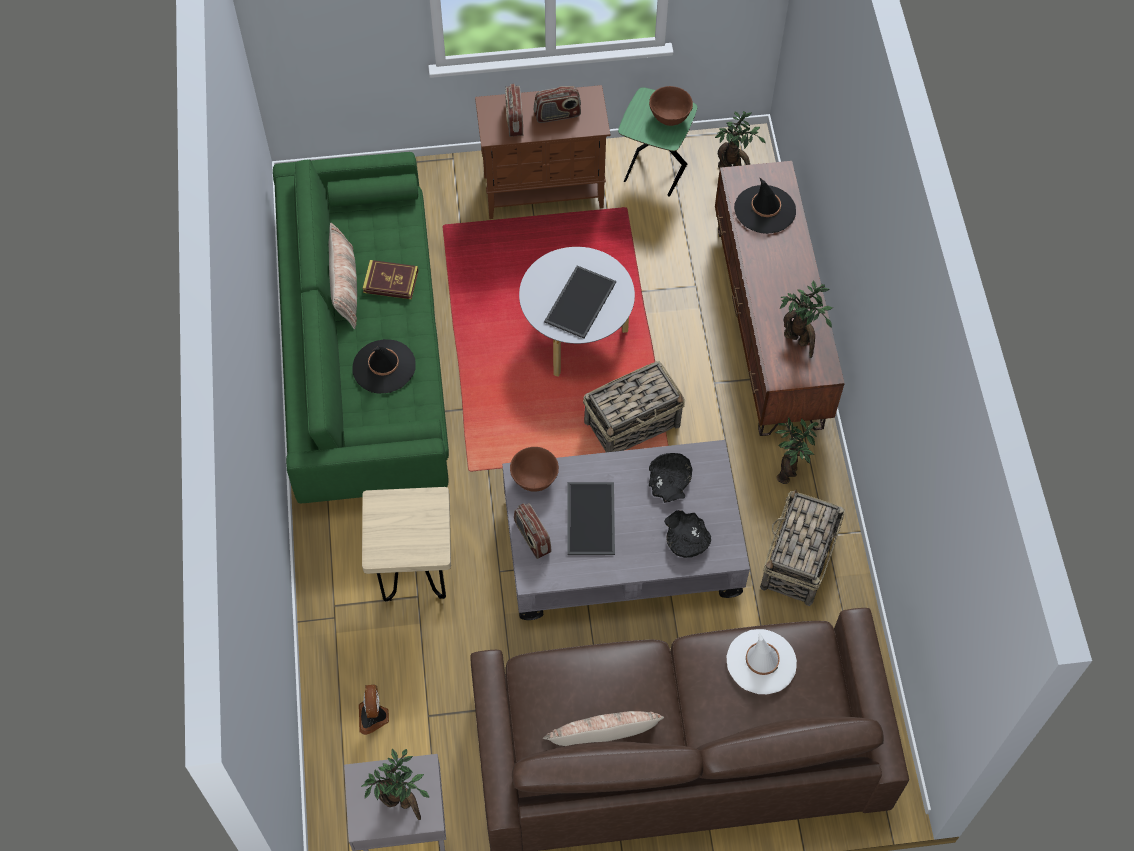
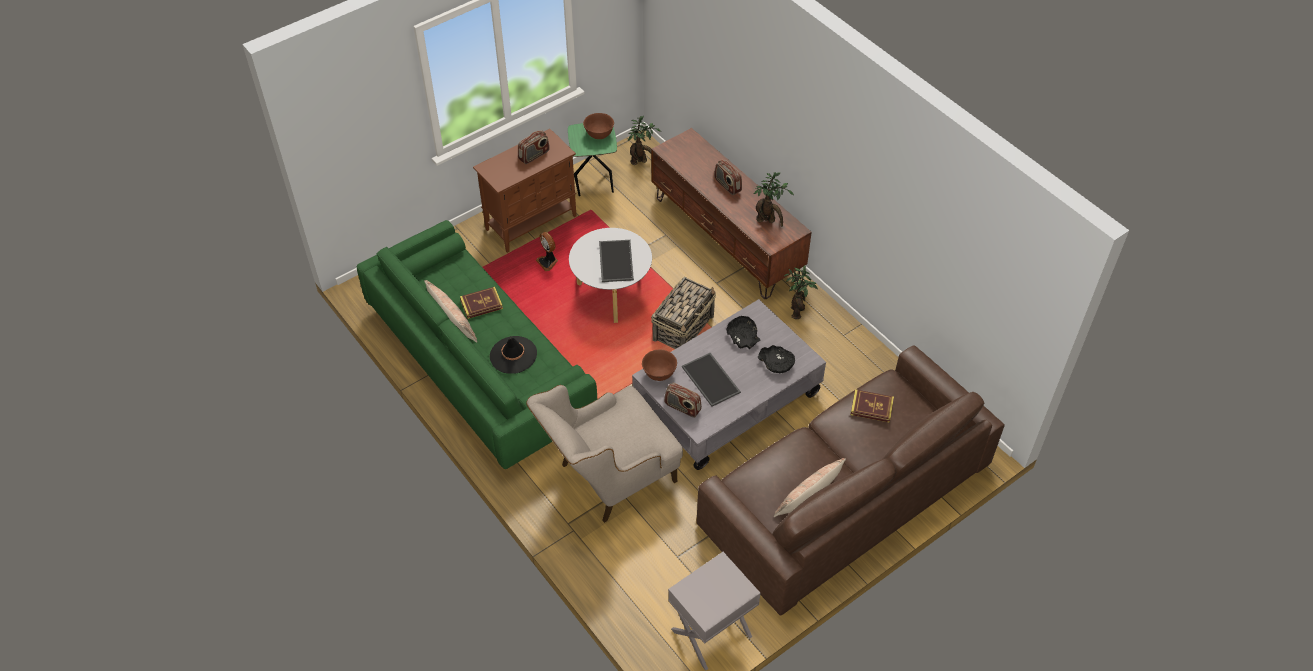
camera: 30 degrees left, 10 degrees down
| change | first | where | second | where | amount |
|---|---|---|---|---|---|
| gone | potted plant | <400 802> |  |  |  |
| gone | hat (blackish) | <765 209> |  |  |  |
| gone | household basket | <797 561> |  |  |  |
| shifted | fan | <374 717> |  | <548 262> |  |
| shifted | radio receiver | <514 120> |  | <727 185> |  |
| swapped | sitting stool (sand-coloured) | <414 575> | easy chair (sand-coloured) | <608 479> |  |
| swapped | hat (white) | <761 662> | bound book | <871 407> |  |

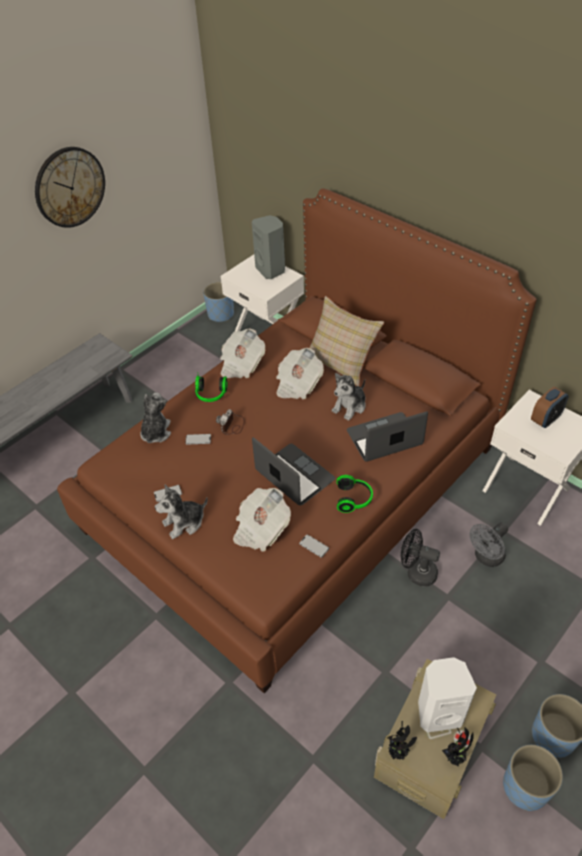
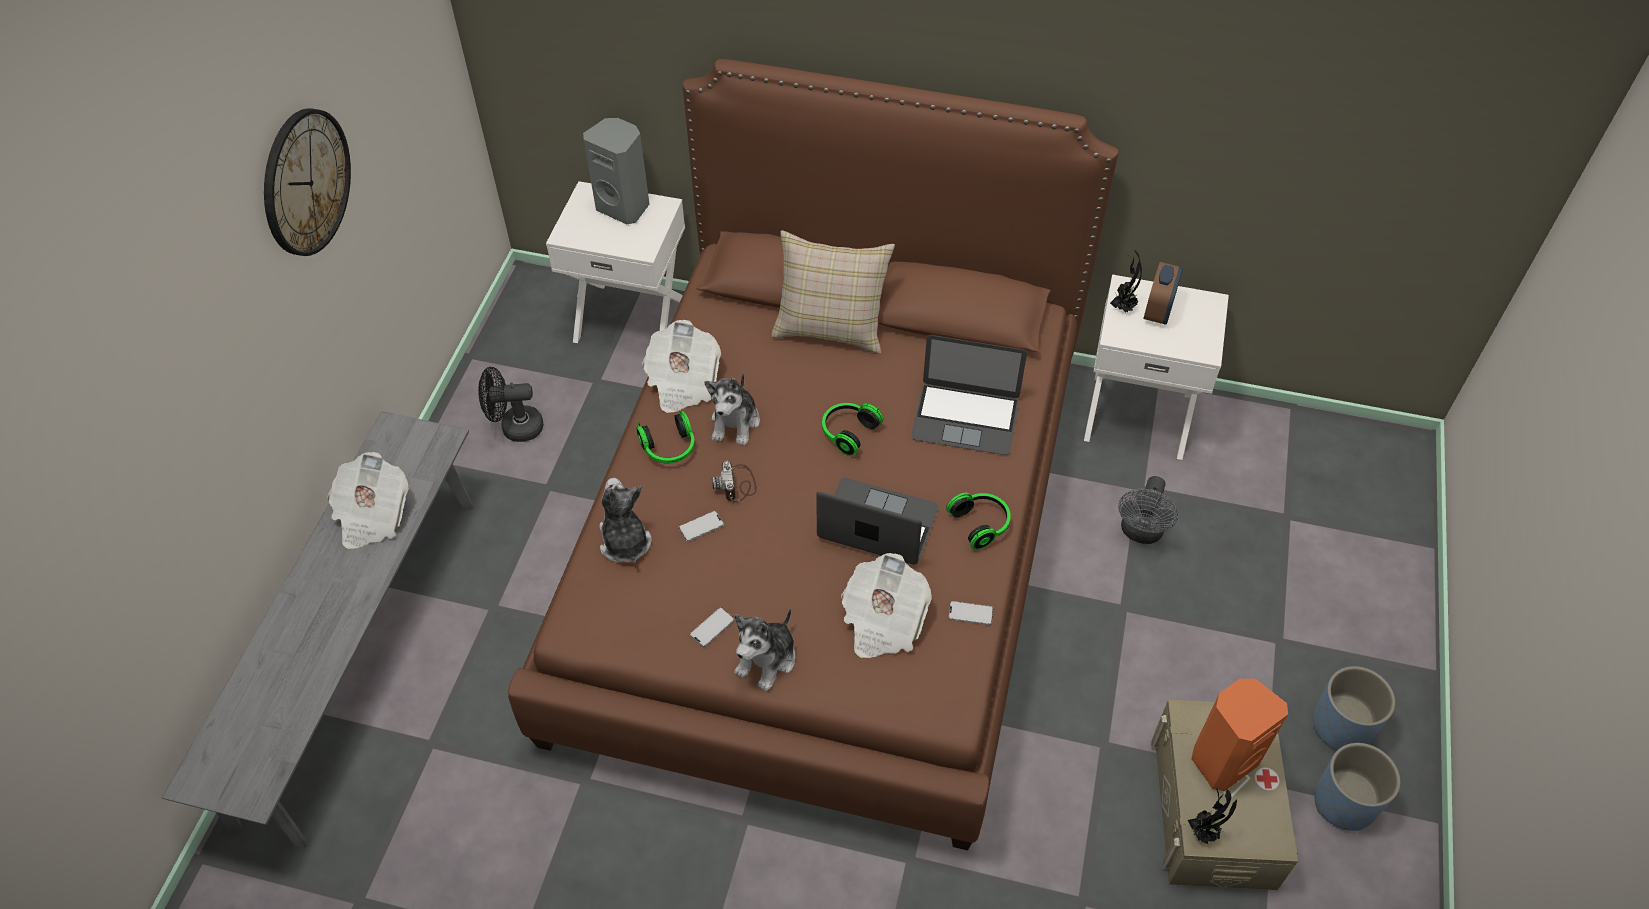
camera: 30 degrees left, 5 degrees up
| change | first | where | second | where | amount |
|---|---|---|---|---|---|
| gone | planter (blue) | <221 314> |  |  |  |
| new |  |  | headphones | <848 432> |  |
| shifted | printed paper | <297 384> |  | <372 515> |  |
| shifted | cuddly toy | <350 406> |  | <735 422> |  |
| shifted | fan (blackish) | <416 572> |  | <515 427> |  |
| shifted | potted plant | <455 756> |  | <1123 307> |  |
| repainted | speaker (white) | <439 712> | speaker (orange) | <1222 759> |  |
| rotated | laptop | <384 438> |  | <965 418> | 120 degrees counterclockwise |

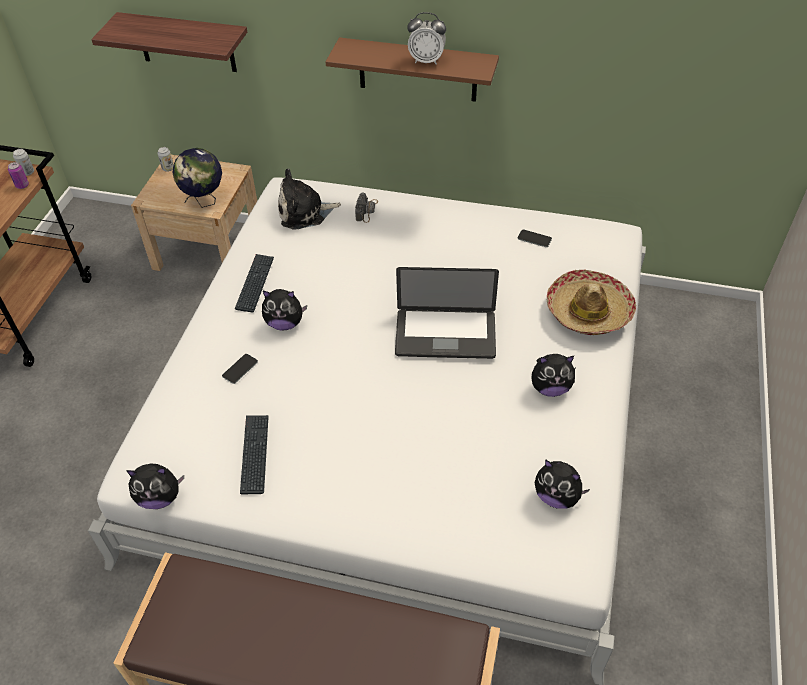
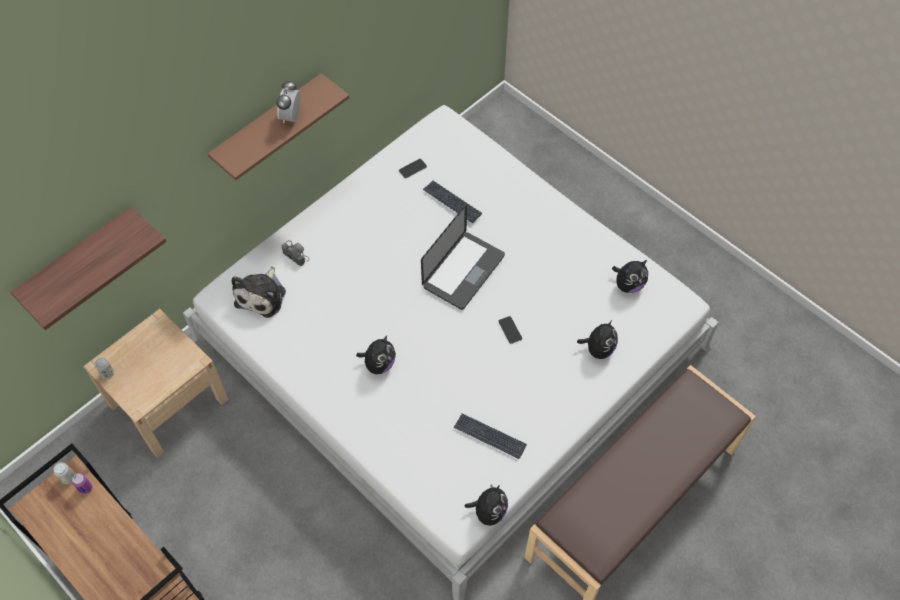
camera: 60 degrees left, 10 degrees up
| change | first | where | second | where | amount |
|---|---|---|---|---|---|
| gone | world globe | <204 202> |  |  |  |
| gone | hat | <588 311> |  |  |  |
| shifted | telephone | <240 369> |  | <510 330> |  |
| shifted | computer keyboard | <255 283> |  | <452 202> |  |
| shifted | cuddly toy | <550 388> |  | <598 349> |  |
| rotated | bedside clock | <426 60> |  | <291 117> | 150 degrees clockwise |

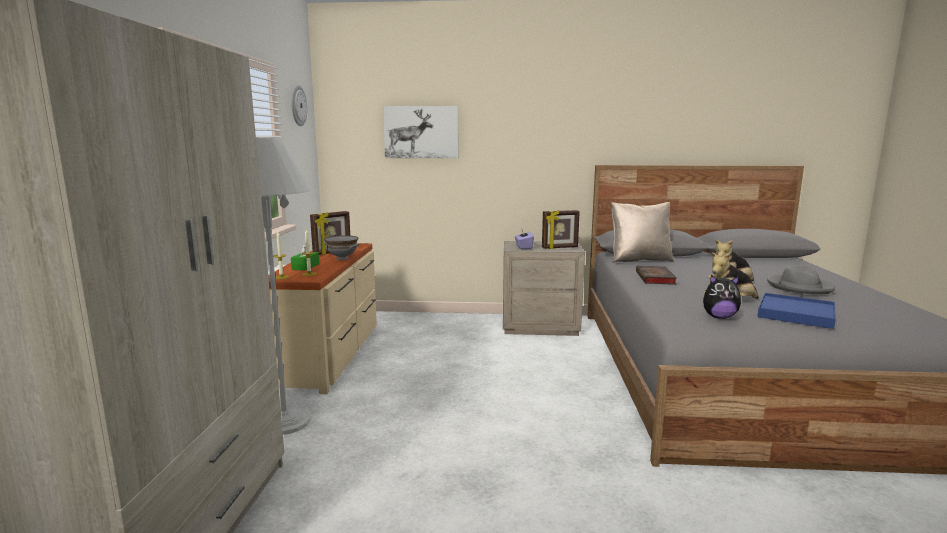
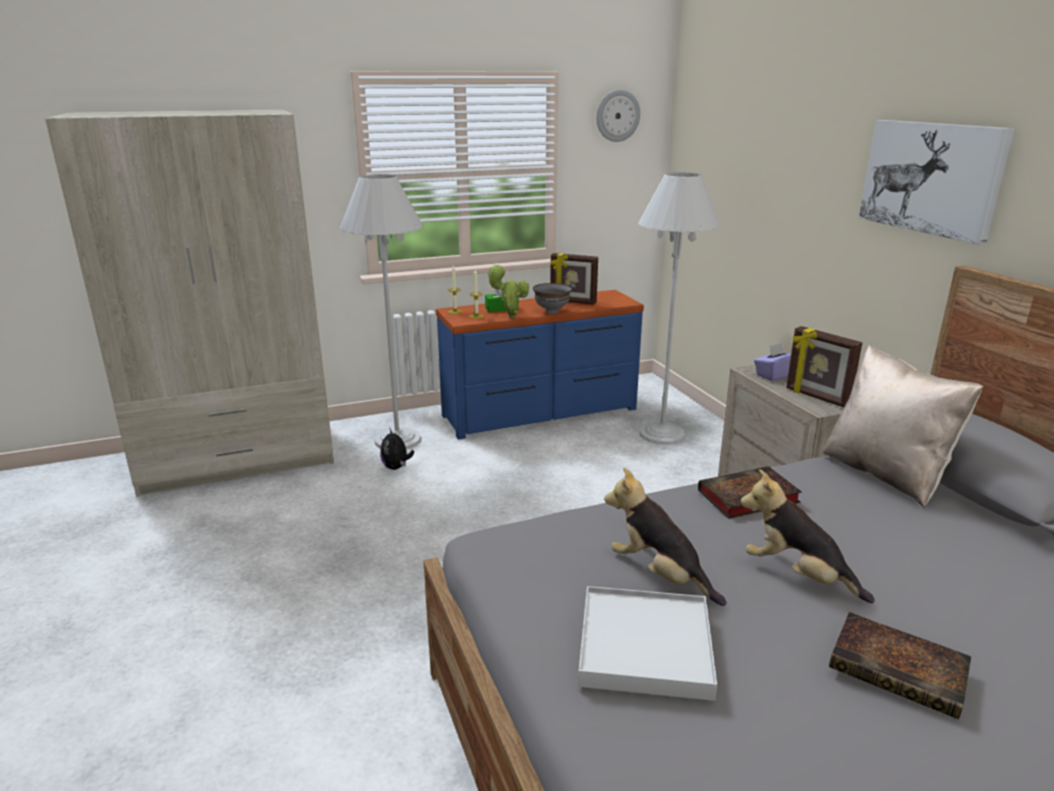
camera: 65 degrees right, 10 degrees up
| change | first | where | second | where | amount |
|---|---|---|---|---|---|
| new |  |  | potted plant | <509 316> |  |
| new |  |  | standing lamp (white) | <661 434> |  |
| shifted | wall picture | <421 132> |  | <931 178> |  |
| shifted | cuddly toy | <719 317> |  | <396 467> |  |
| swapped | hat (gray) | <799 287> | bound book | <901 670> |  |
| repainted | dresser (sand-coloured) | <331 355> | dresser (blue) | <540 413> |  |
| repainted | carrying tray (blue) | <795 314> | carrying tray (white) | <644 646> |  |

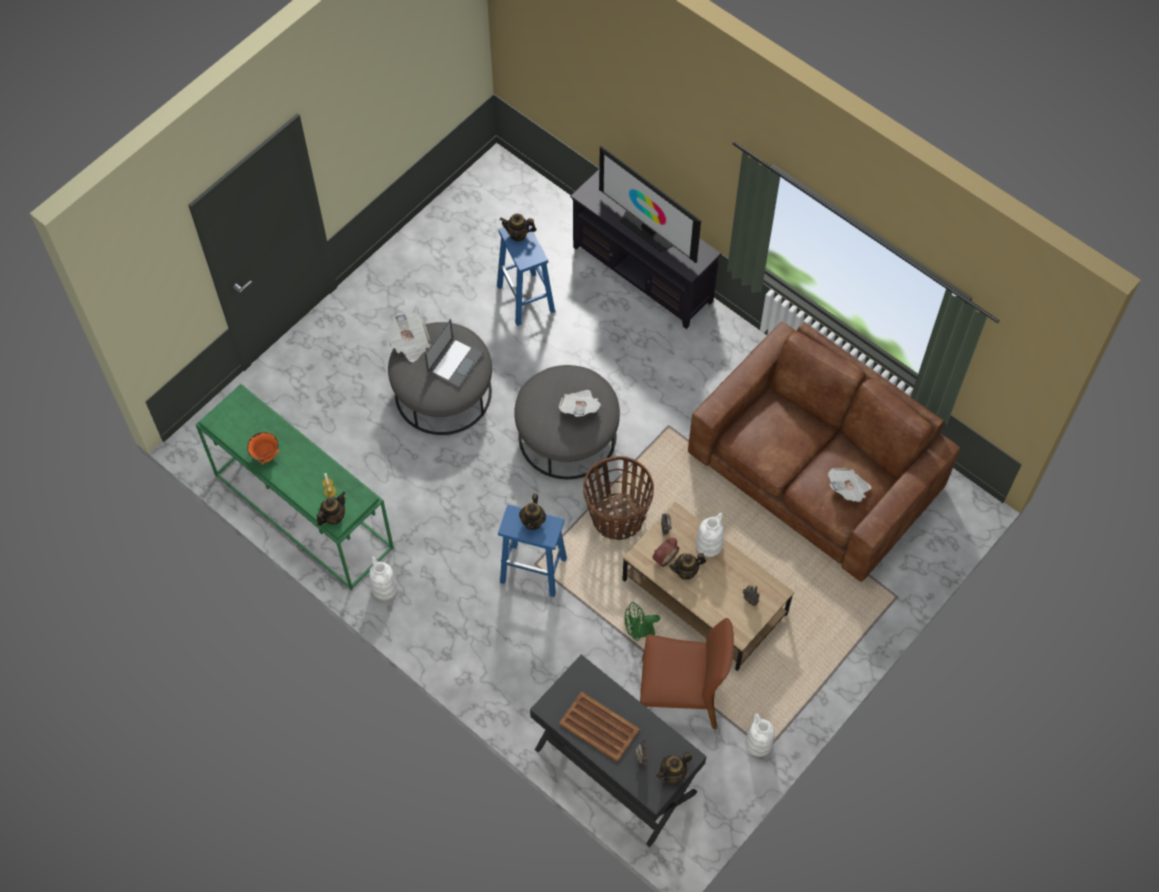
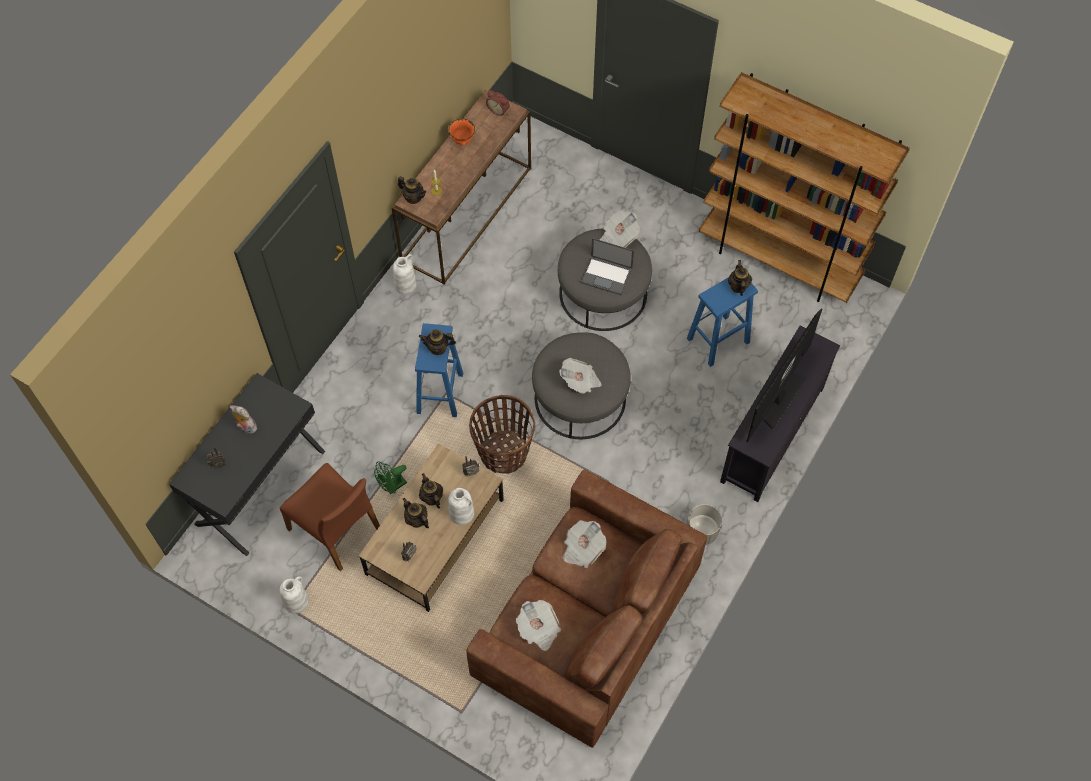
camera: 80 degrees right, 0 degrees up
| change | first | where | second | where | amount |
|---|---|---|---|---|---|
| new |  |  | printed paper | <582 549> |  |
| new |  |  | planter (gray) | <702 532> |  |
| new |  |  | shelving unit (brown) | <779 261> |  |
| shifted | bedside clock | <664 557> |  | <499 110> |  |
| shifted | teapot | <673 773> |  | <416 520> |  |
| swapped | carrying tray (brown) | <598 726> | cuddly toy | <245 427> |  |
| repainted | console table (green-coloured) | <301 511> | console table (brown) | <466 213> |  |
| rotated | fan (green-coloured) | <638 632> |  | <392 486> | 105 degrees counterclockwise |
| rotated | chair (brown) | <680 694> |  | <336 529> | 45 degrees counterclockwise |

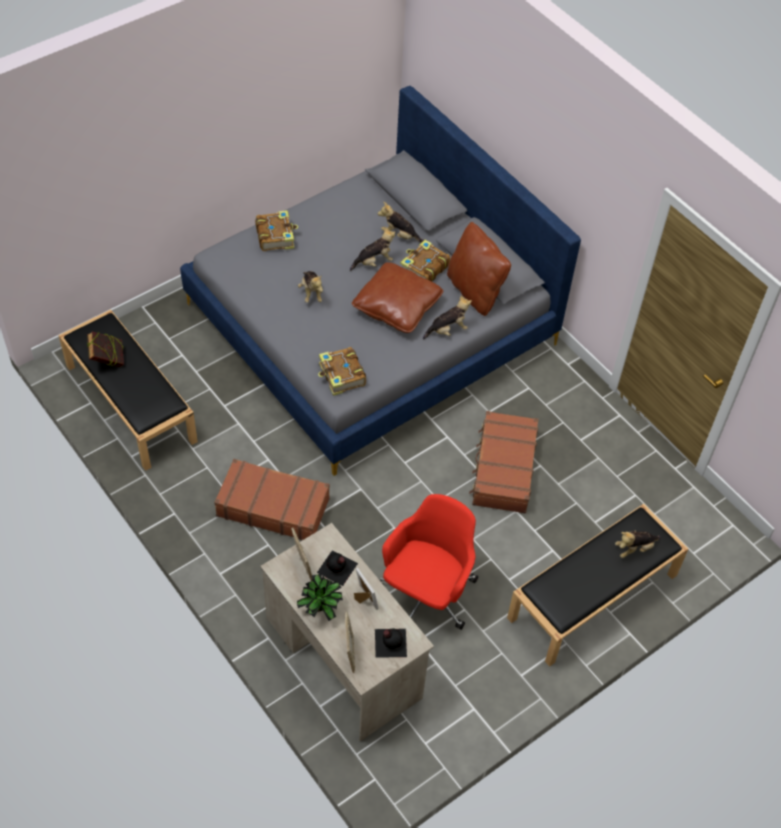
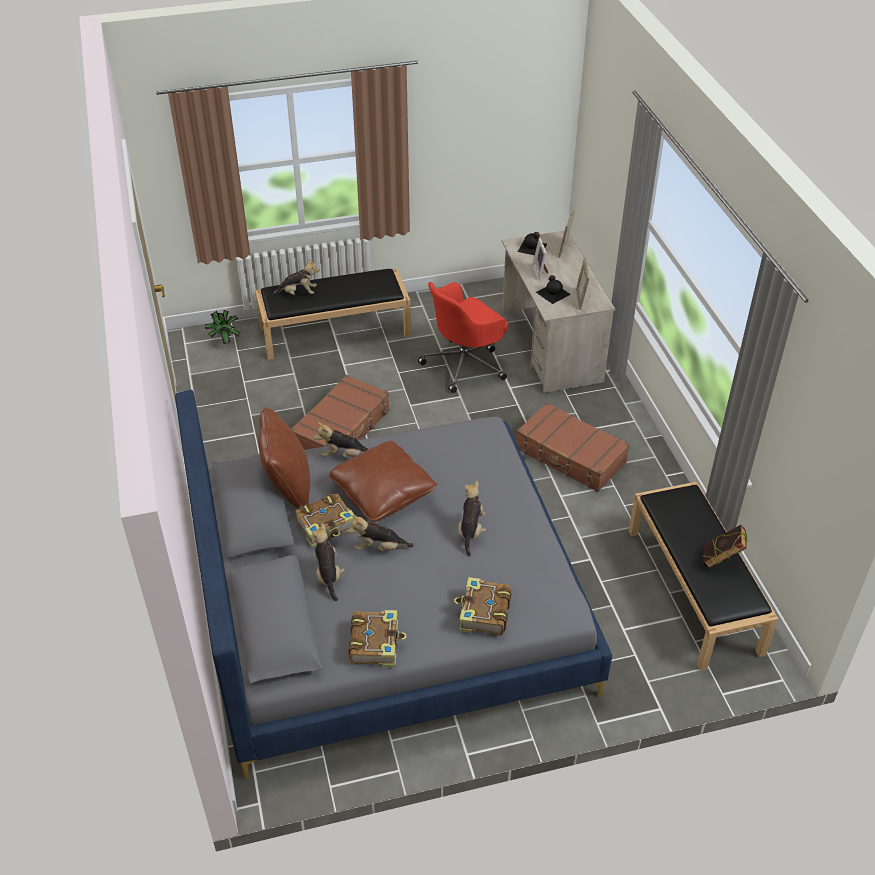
camera: 155 degrees left, 10 degrees down
| change | first | where | second | where | amount |
|---|---|---|---|---|---|
| shifted | potted plant | <321 609> |  | <224 342> |  |
| shifted | bound book | <341 376> |  | <375 643> |  |
| rotated | cuddly toy | <400 235> |  | <328 575> | 150 degrees counterclockwise |

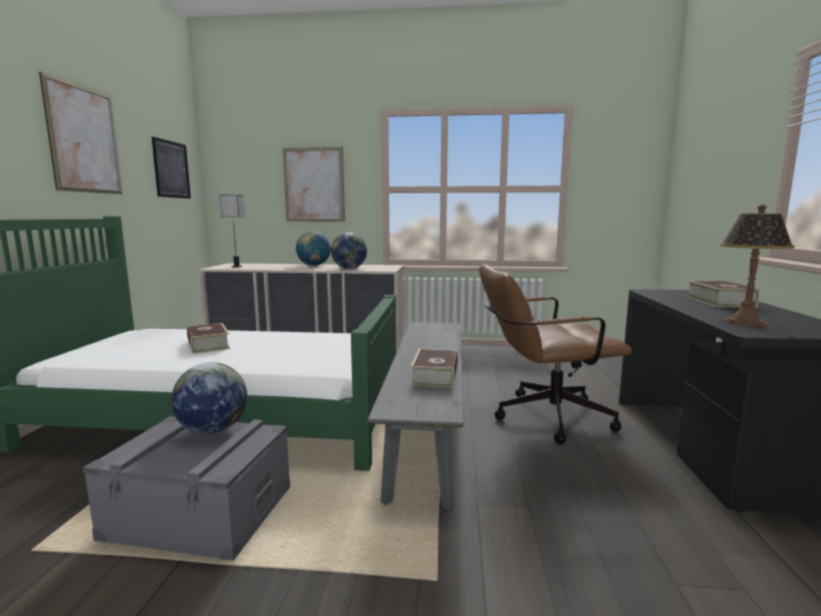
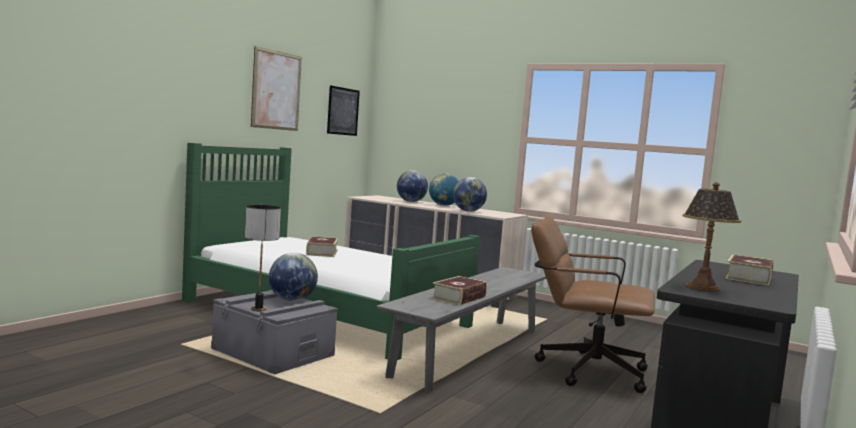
camera: 25 degrees right, 5 degrees down
| change | first | where | second | where | amount |
|---|---|---|---|---|---|
| gone | wall picture | <314 184> |  |  |  |
| new |  |  | world globe | <411 201> |  |
| shifted | tabletop lamp | <236 267> |  | <258 309> |  |

